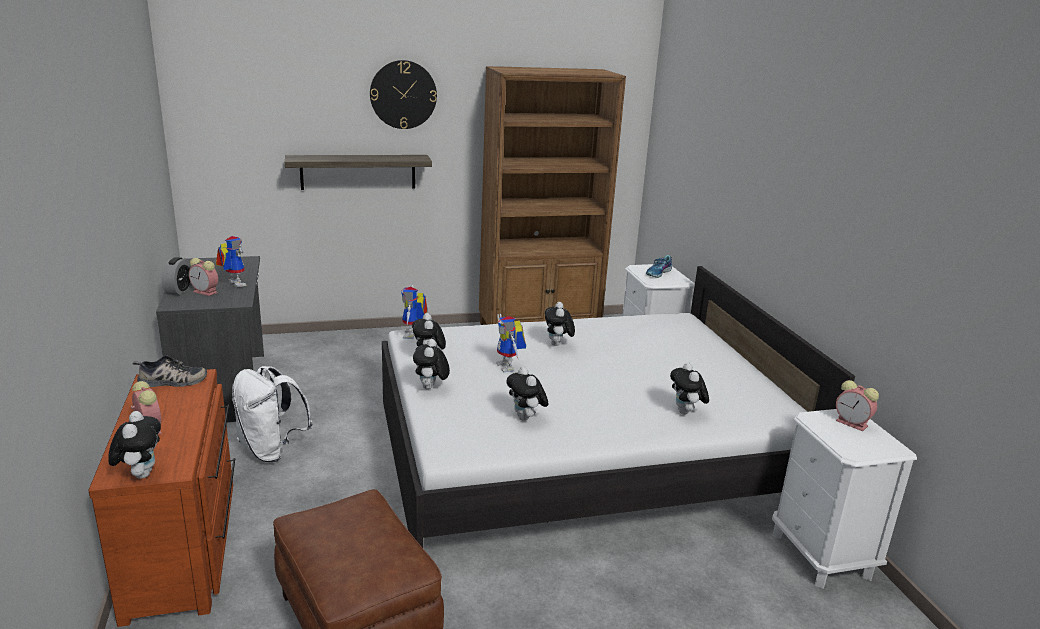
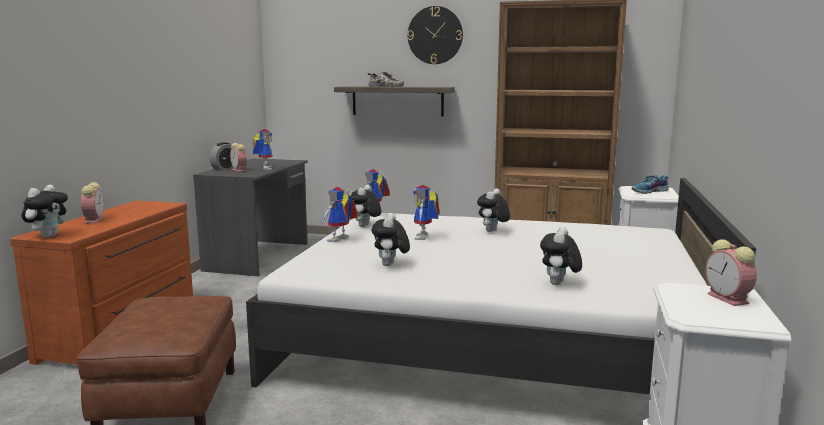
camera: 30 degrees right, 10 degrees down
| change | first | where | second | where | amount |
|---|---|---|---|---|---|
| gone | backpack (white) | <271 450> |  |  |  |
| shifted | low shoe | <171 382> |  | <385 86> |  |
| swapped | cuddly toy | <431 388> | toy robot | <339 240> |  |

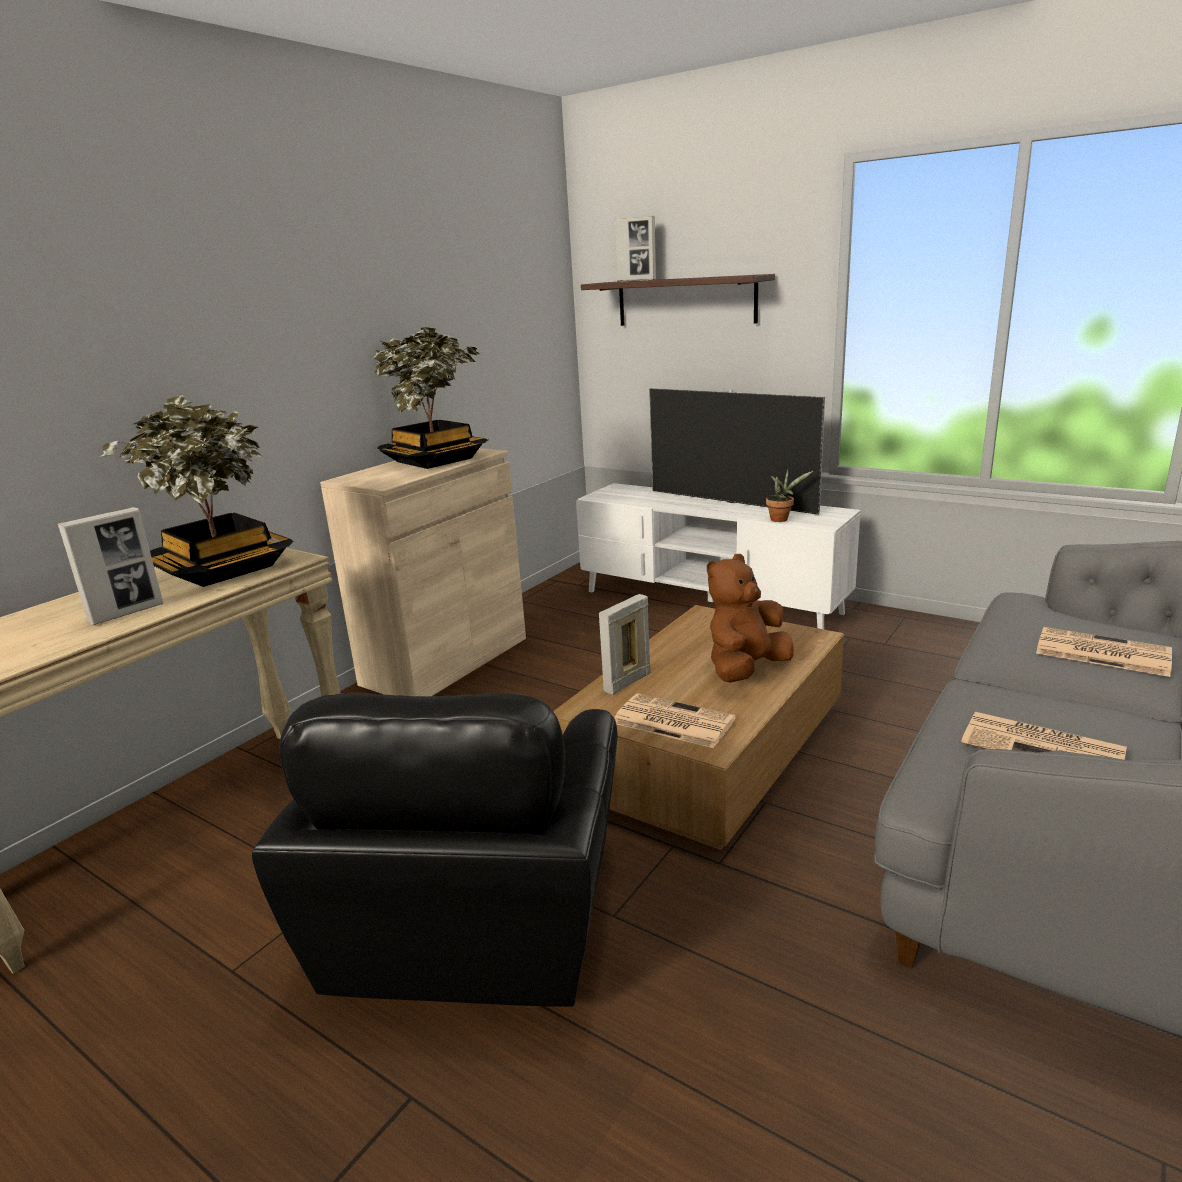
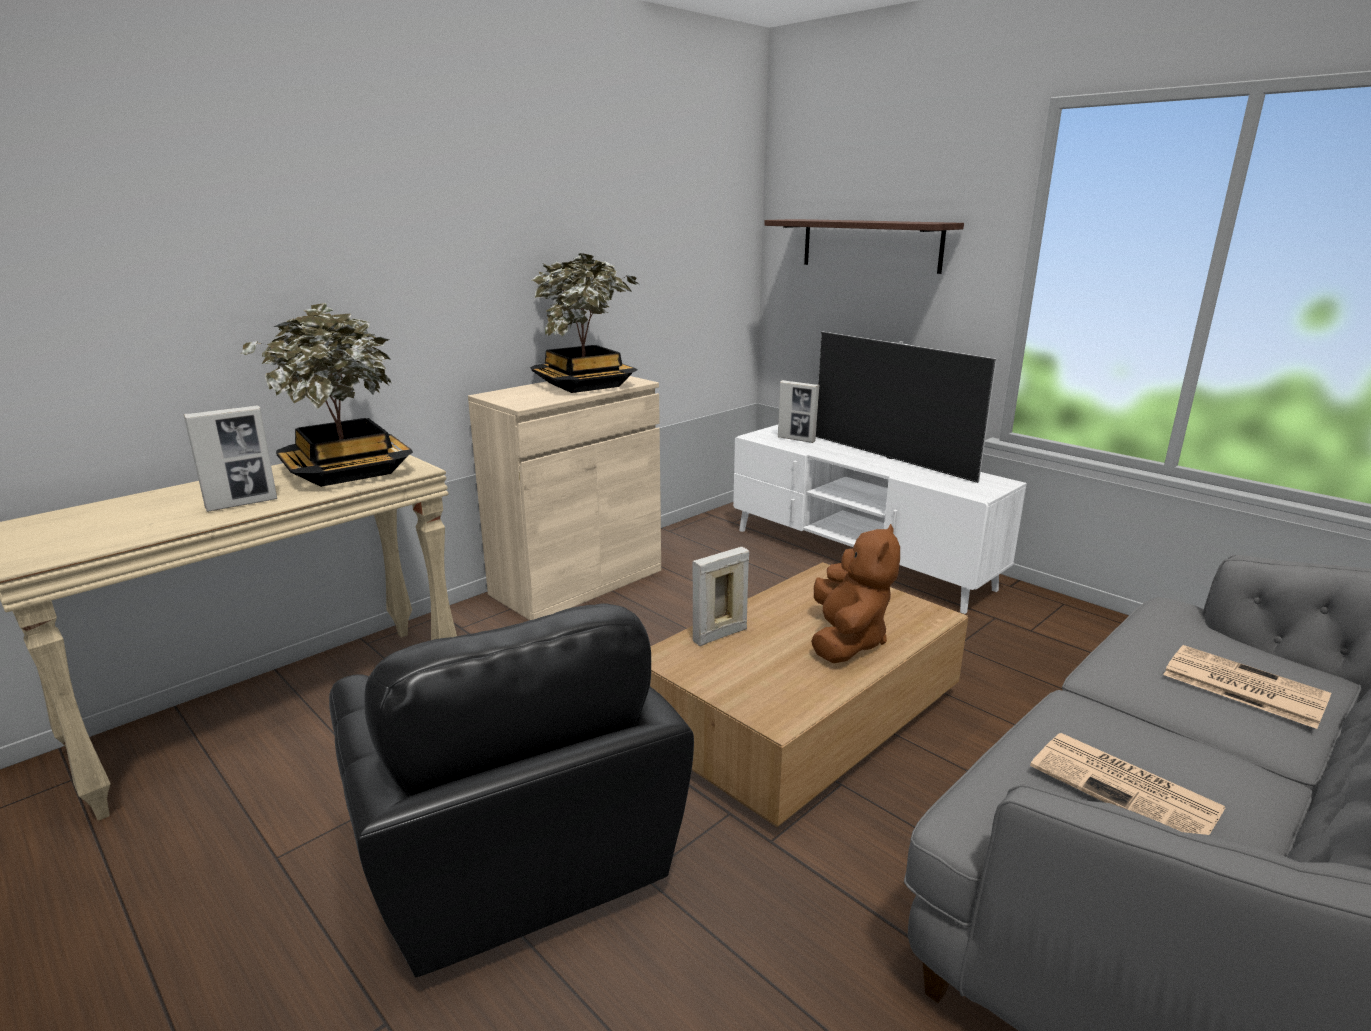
camera: 10 degrees right, 0 degrees up
| change | first | where | second | where | amount |
|---|---|---|---|---|---|
| gone | printed paper | <671 721> |  |  |  |
| gone | potted plant | <781 519> |  |  |  |
| shifted | photo frame | <636 280> |  | <796 439> |  |
| rotated | easy chair (blackish) | <478 920> |  | <513 853> | 45 degrees counterclockwise |
| rotated | cuddly toy (brown) | <746 670> |  | <847 641> | 135 degrees clockwise |

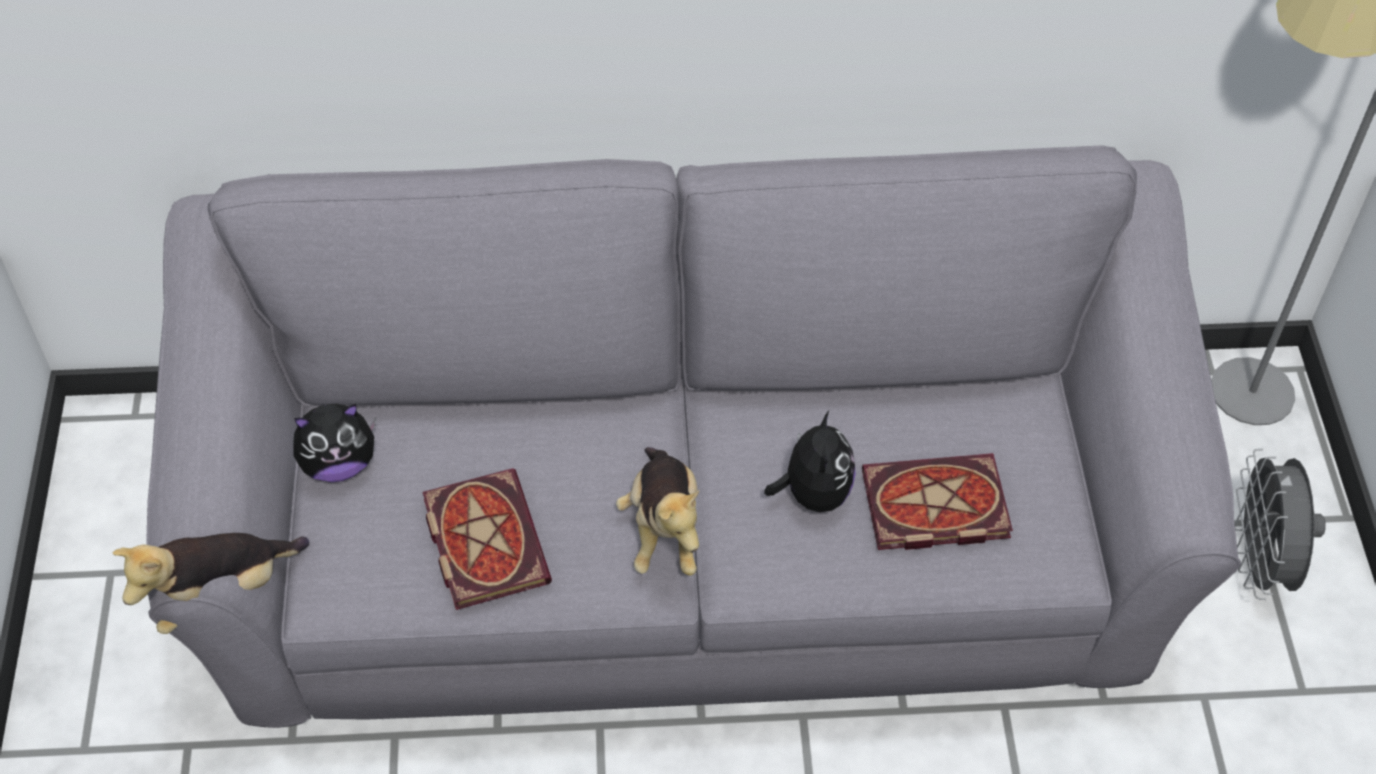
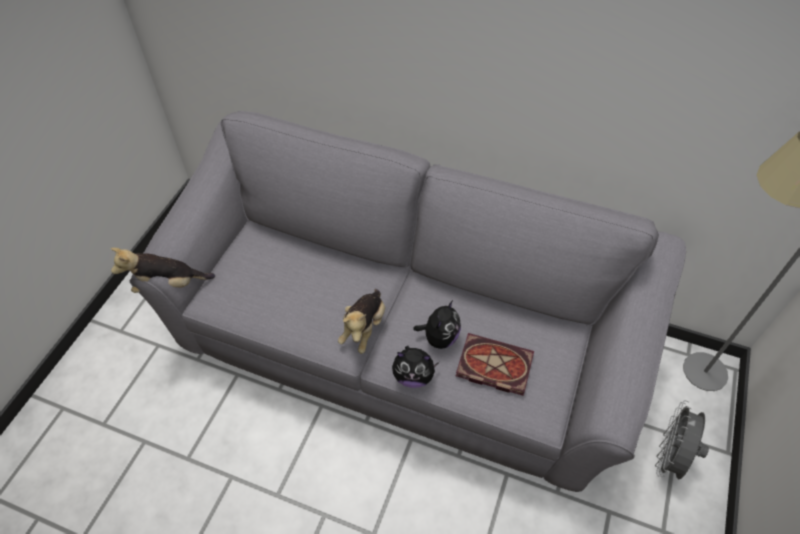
camera: 25 degrees right, 0 degrees up
| change | first | where | second | where | amount |
|---|---|---|---|---|---|
| gone | bound book | <482 539> |  |  |  |
| shifted | cuddly toy | <339 464> |  | <413 376> |  |

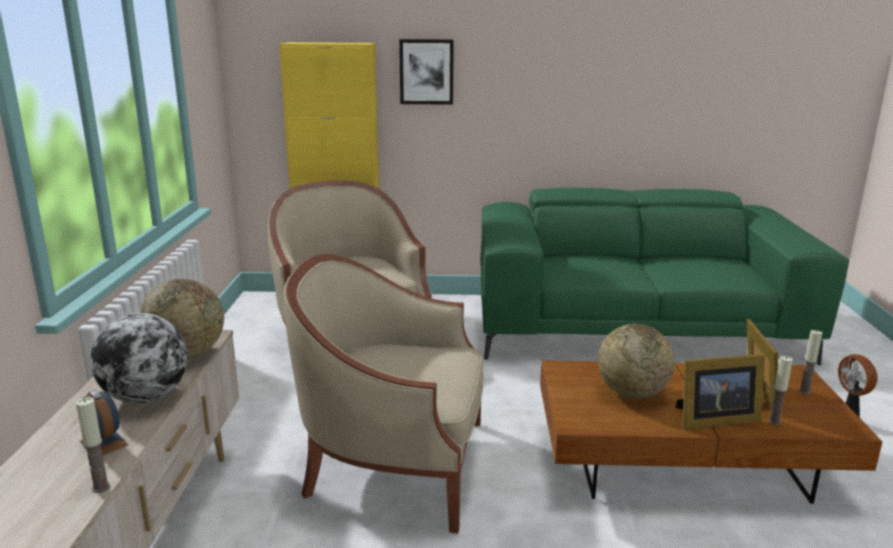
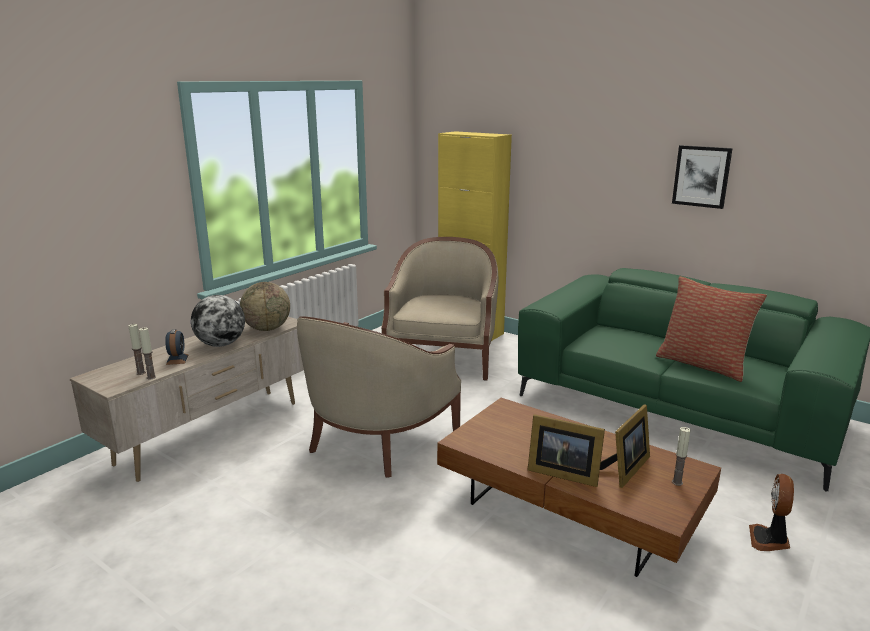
camera: 35 degrees right, 0 degrees up
| change | first | where | second | where | amount |
|---|---|---|---|---|---|
| gone | world globe | <632 393> |  |  |  |
| new |  |  | throw pillow | <703 364> |  |
| shifted | wall picture | <426 72> |  | <701 176> |  |
| shifted | wax light | <774 421> |  | <141 373> |  |
| rotated | easy chair (sand-coloured) | <395 464> |  | <378 439> | 105 degrees counterclockwise |

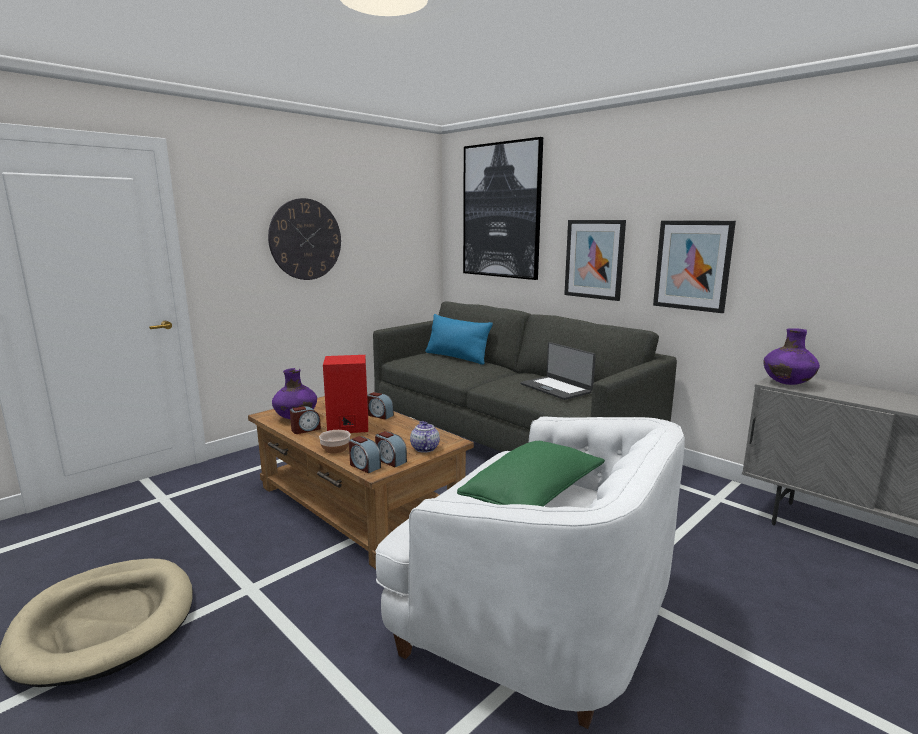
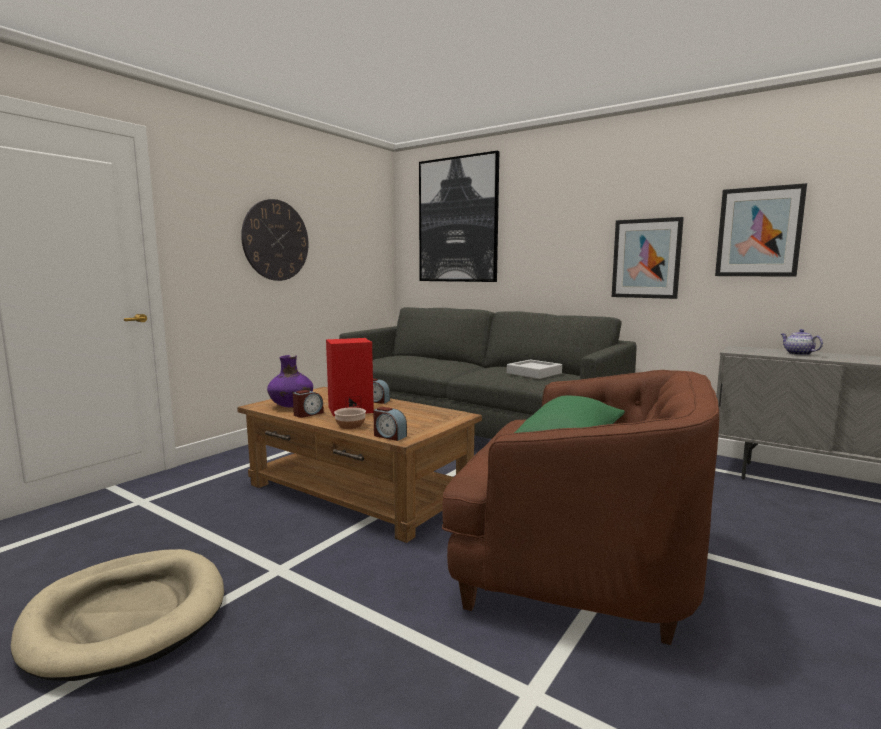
camera: 10 degrees left, 5 degrees down
| change | first | where | second | where | amount |
|---|---|---|---|---|---|
| gone | bedside clock | <390 460> |  |  |  |
| gone | throw pillow (blue) | <456 357> |  |  |  |
| gone | flower vase (purple) | <787 383> |  |  |  |
| shifted | teapot | <424 448> |  | <798 354> |  |
| shifted | wall picture | <594 259> |  | <759 232> |  |
| swapped | laptop | <556 388> | carrying tray (gray) | <534 373> |  |
| repainted | easy chair (white) | <536 615> | easy chair (brown) | <577 563> |  |

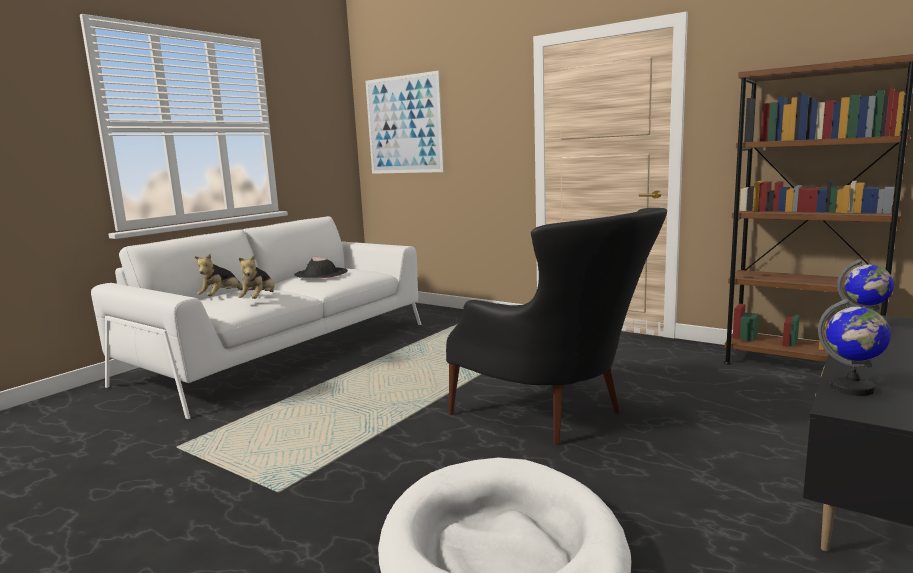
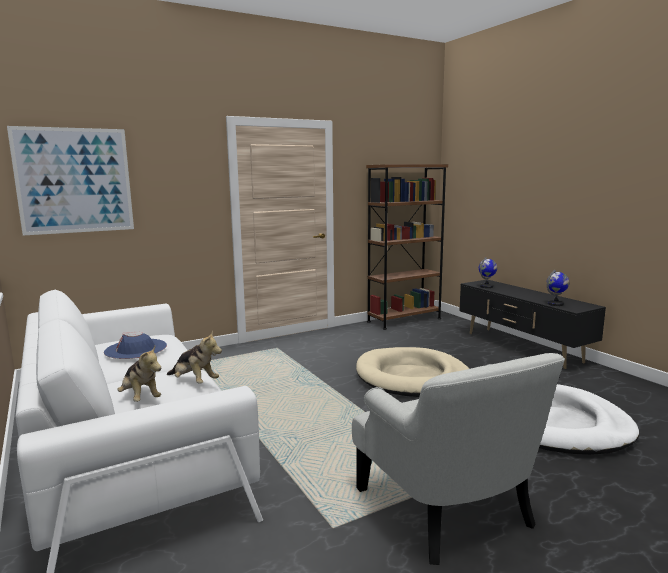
camera: 65 degrees left, 0 degrees up
| change | first | where | second | where | amount |
|---|---|---|---|---|---|
| new |  |  | easy chair (white) | <448 508> |  |
| swapped | easy chair (blackish) | <558 416> | pet bed (sand-coloured) | <412 377> |  |
| repainted | hat (blackish) | <321 273> | hat (blue) | <136 349> |  |

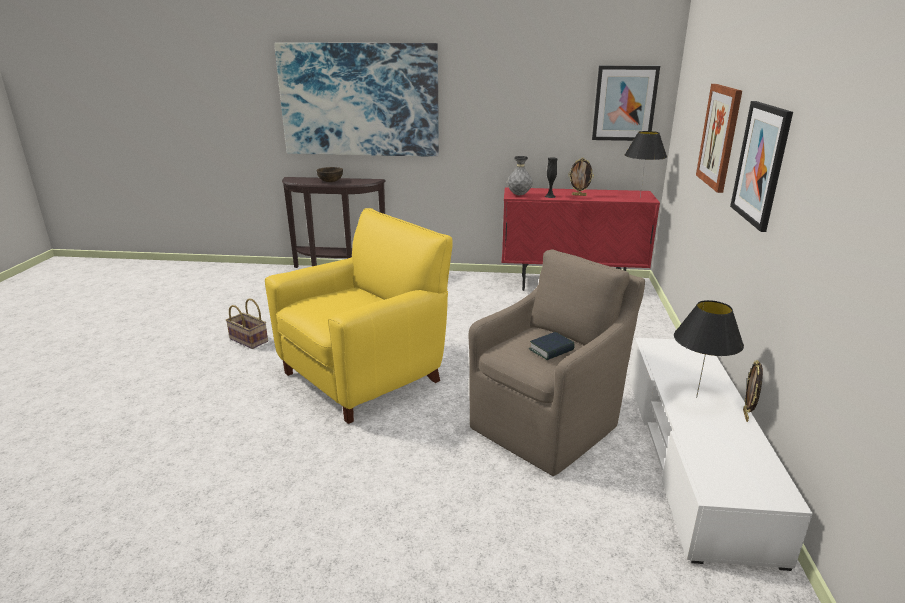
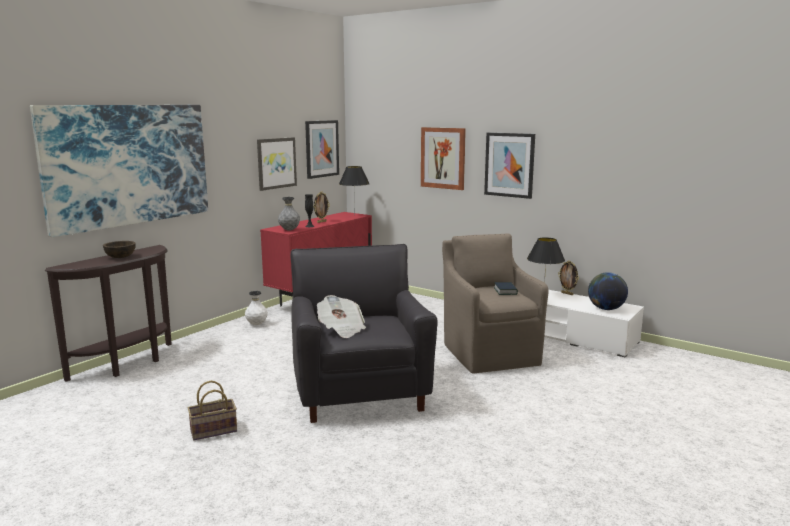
camera: 60 degrees left, 10 degrees down
| change | first | where | second | where | amount |
|---|---|---|---|---|---|
| new |  |  | flower vase (white) | <256 324> |  |
| new |  |  | wall picture | <276 163> |  |
| new |  |  | printed paper | <341 329> |  |
| new |  |  | world globe | <606 309> |  |
| repainted | easy chair (yellowish) | <365 376> | easy chair (blackish) | <360 392> |  |

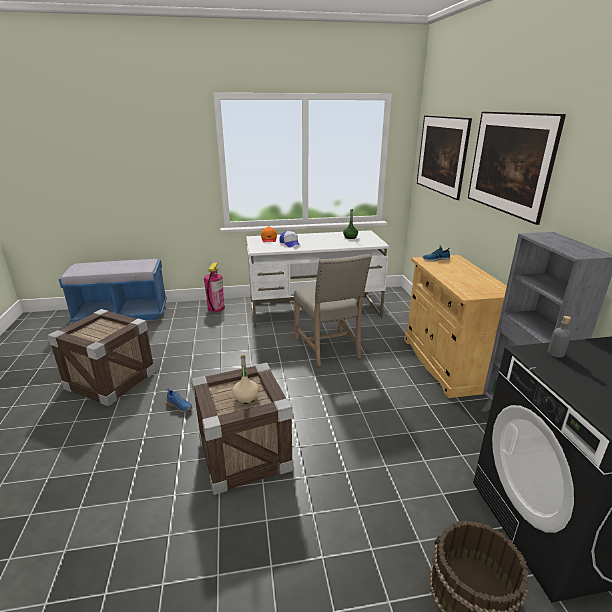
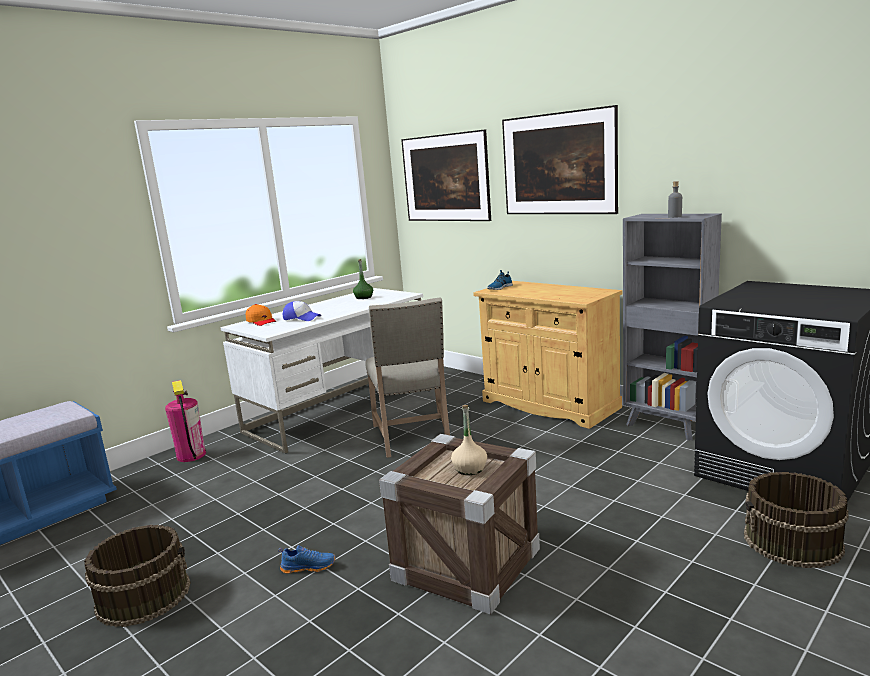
camera: 35 degrees left, 10 degrees down
| change | first | where | second | where | amount |
|---|---|---|---|---|---|
| shifted | beverage bottle (gray) | <556 353> |  | <674 216> |  |
| swapped | shipping crate | <111 380> | water bucket (brown) | <144 595> |  |
| rotated | chair (sand-coloured) | <329 348> |  | <413 437> | 45 degrees clockwise |

